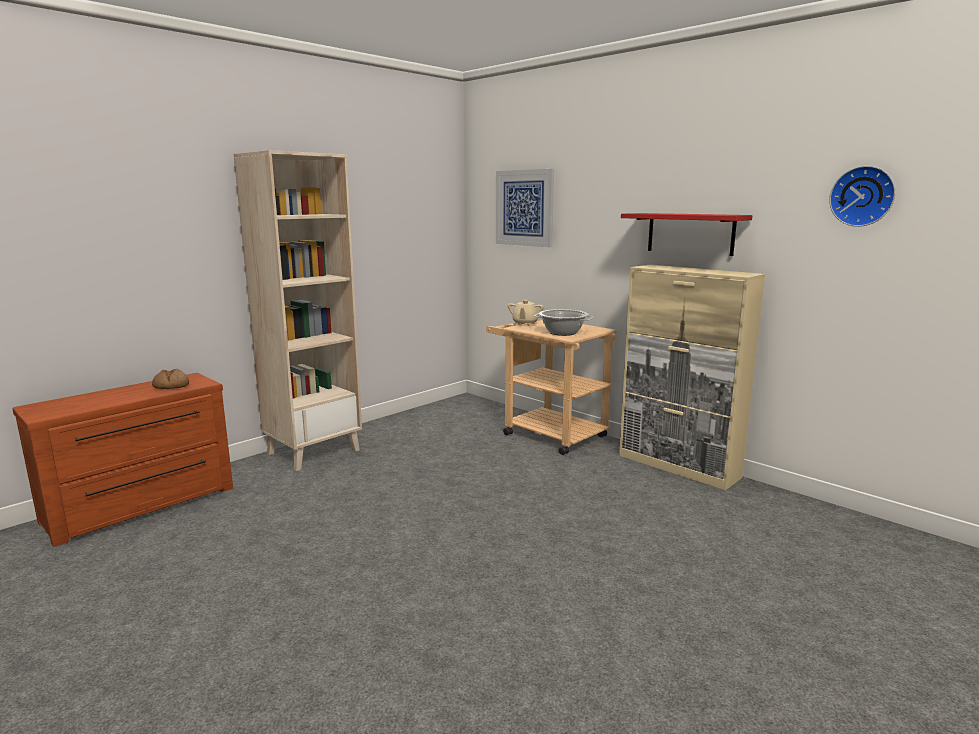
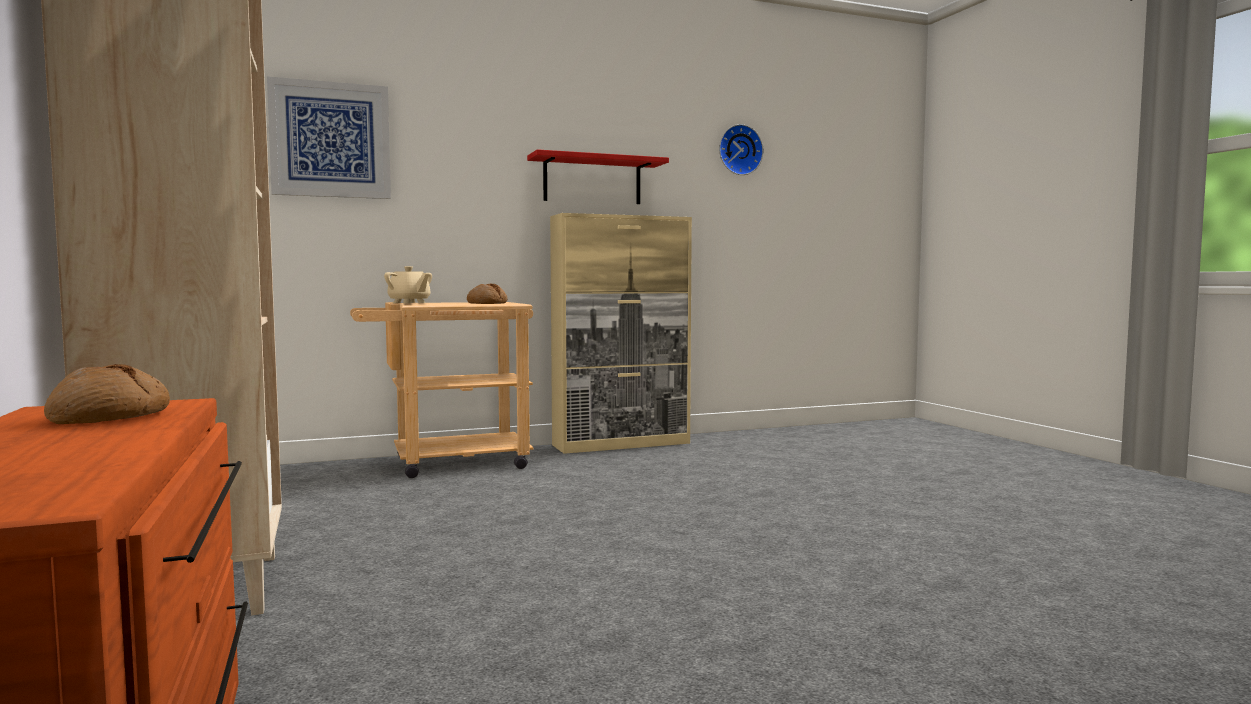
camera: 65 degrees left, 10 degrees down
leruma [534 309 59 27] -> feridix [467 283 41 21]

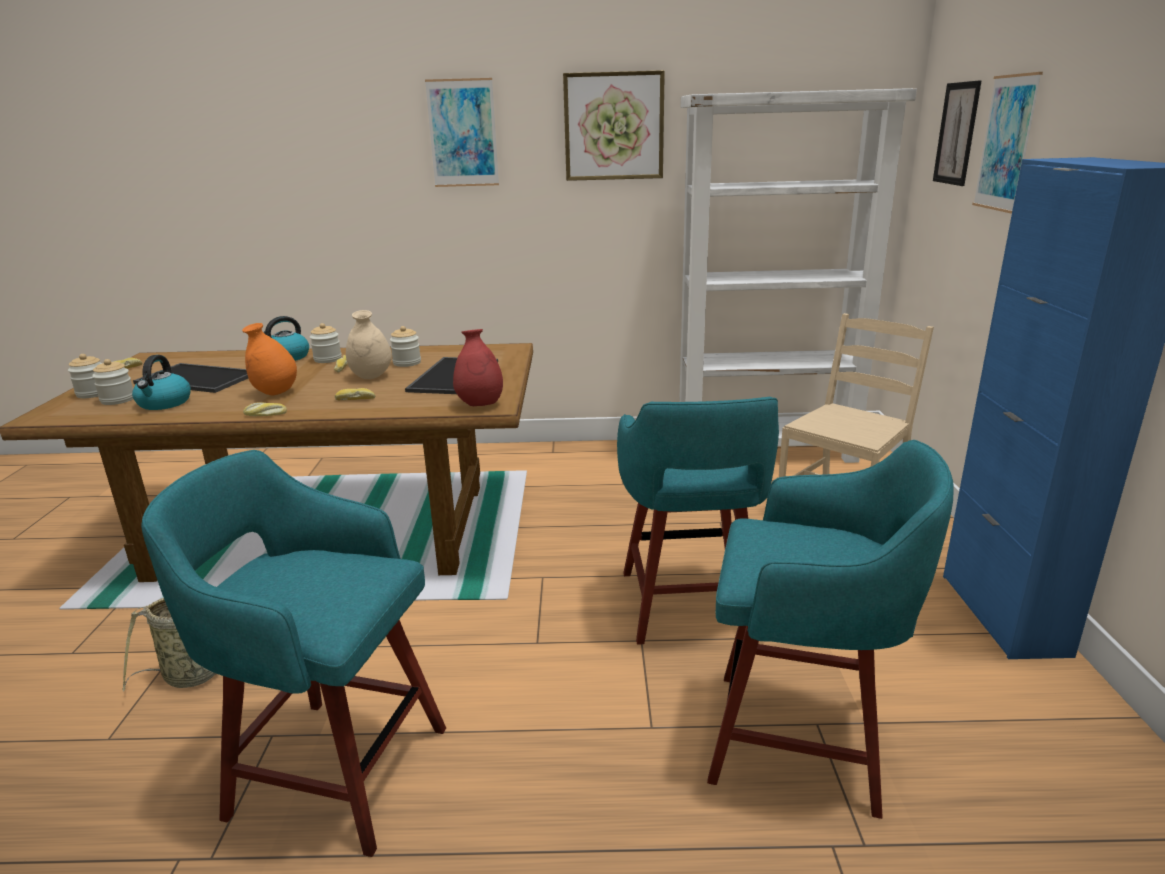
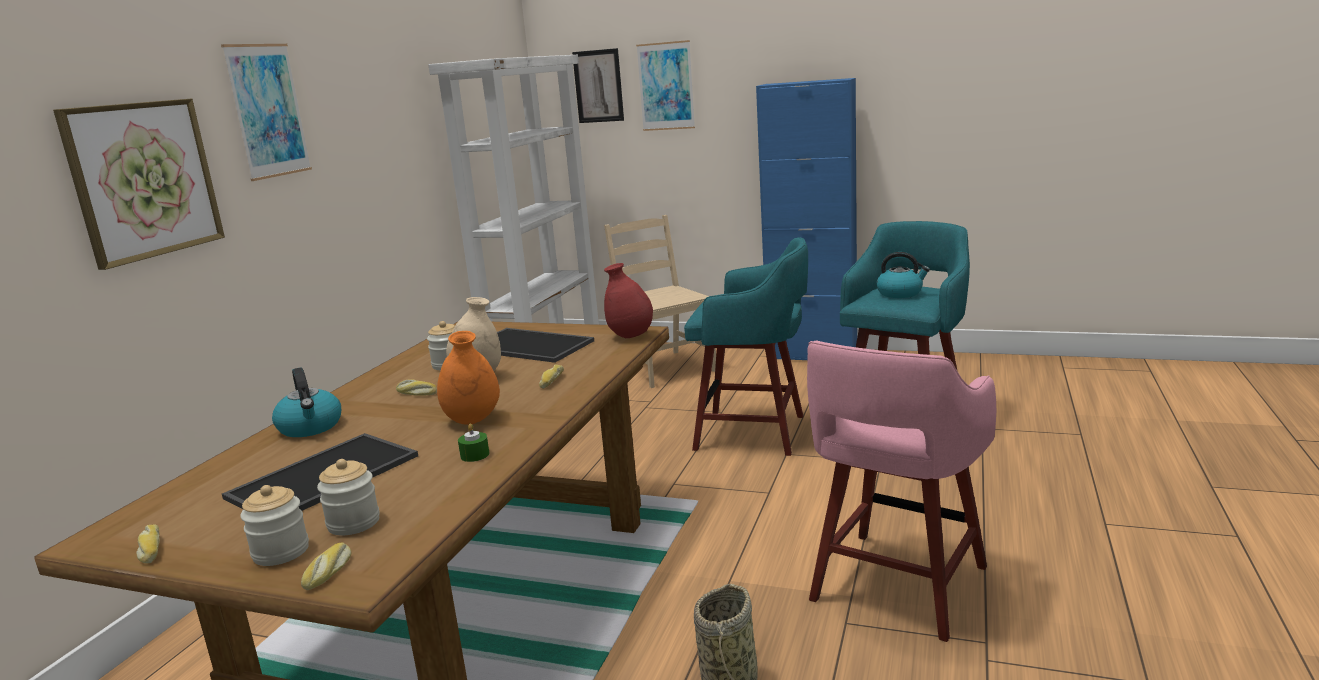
camera: 70 degrees left, 5 degrees down
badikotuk [563 70 102 111] -> badikotuk [53 98 172 172], move
feridix [243 402 44 14] -> feridix [301 543 51 47], move
none -> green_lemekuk [458 424 32 38]
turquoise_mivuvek [141 450 305 407] -> pink_mivuvek [807 340 189 302]
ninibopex [132 355 59 55] -> ninibopex [877 252 53 46], move
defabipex [310 323 32 40] -> none

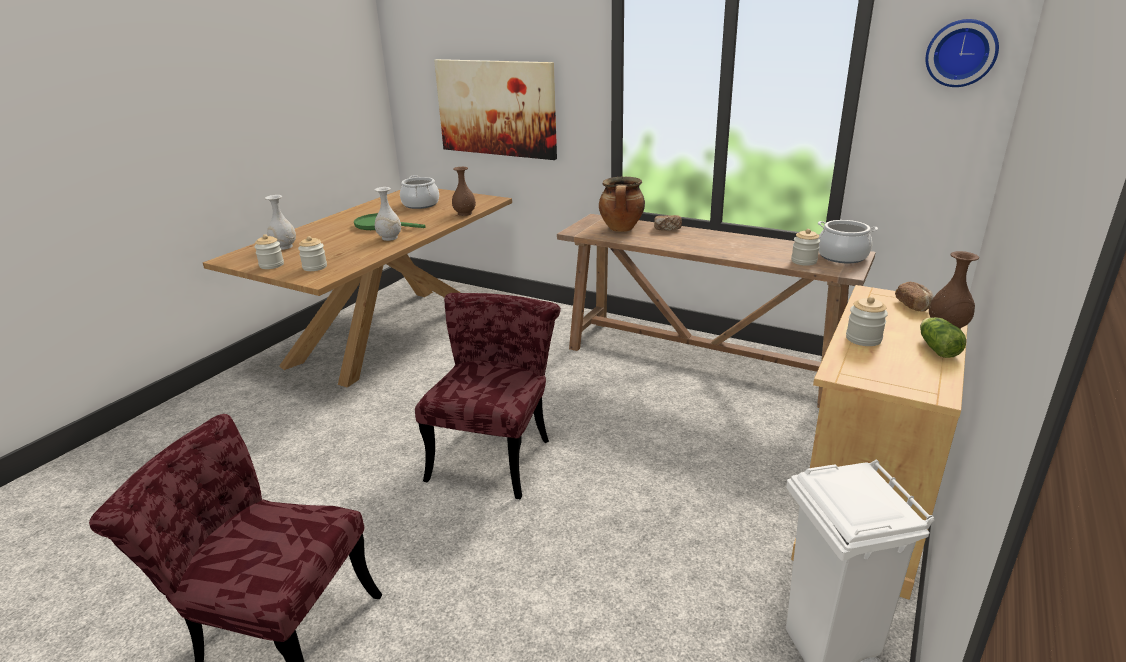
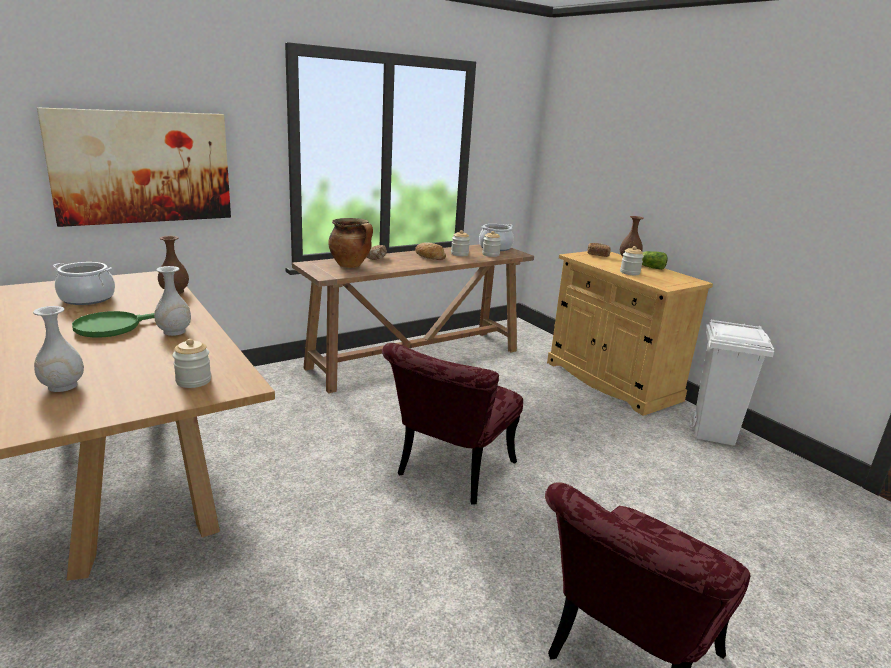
camera: 65 degrees left, 5 degrees down
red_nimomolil [415 293 146 206] -> red_nimomolil [382 343 141 162], 105 degrees counterclockwise
none -> feridix [415 242 31 18]
defabipex [254 234 30 35] -> defabipex [451 230 19 26], move
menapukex [926 19 73 68] -> none

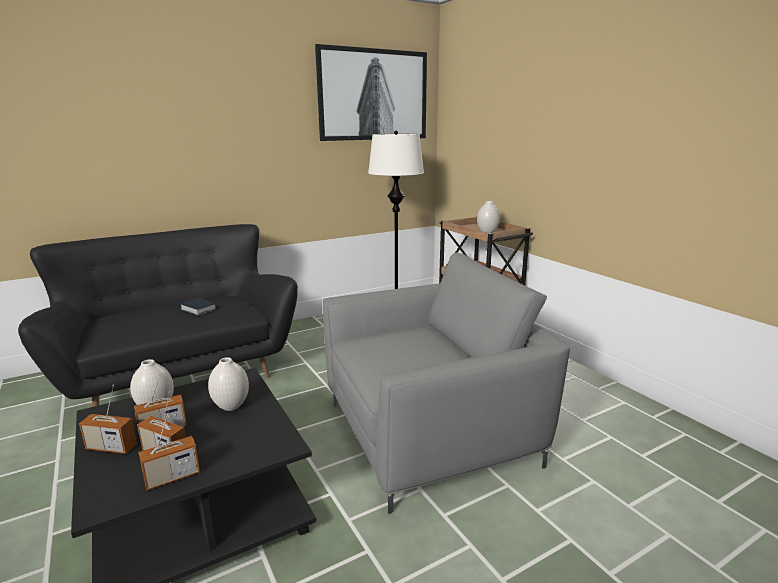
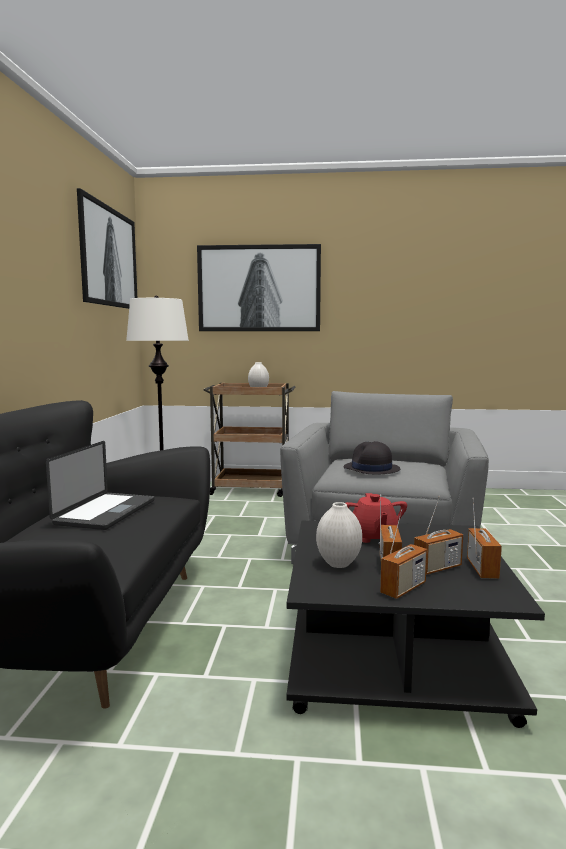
camera: 55 degrees left, 10 degrees down
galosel [180 298 37 18] -> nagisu [46 441 109 89]
none -> badikotuk [197 244 124 87]
none -> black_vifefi [343 441 57 33]
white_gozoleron [208 357 41 54] -> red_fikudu [346 493 61 50]

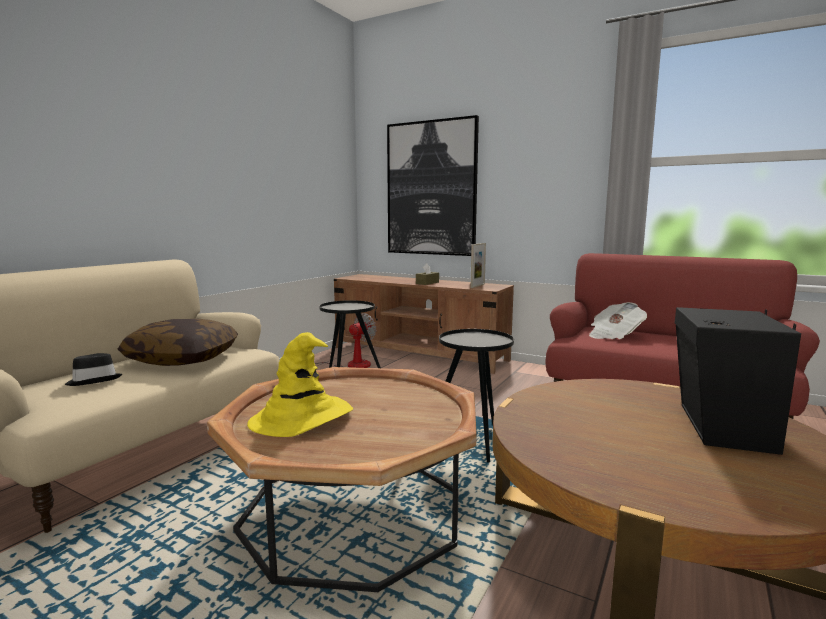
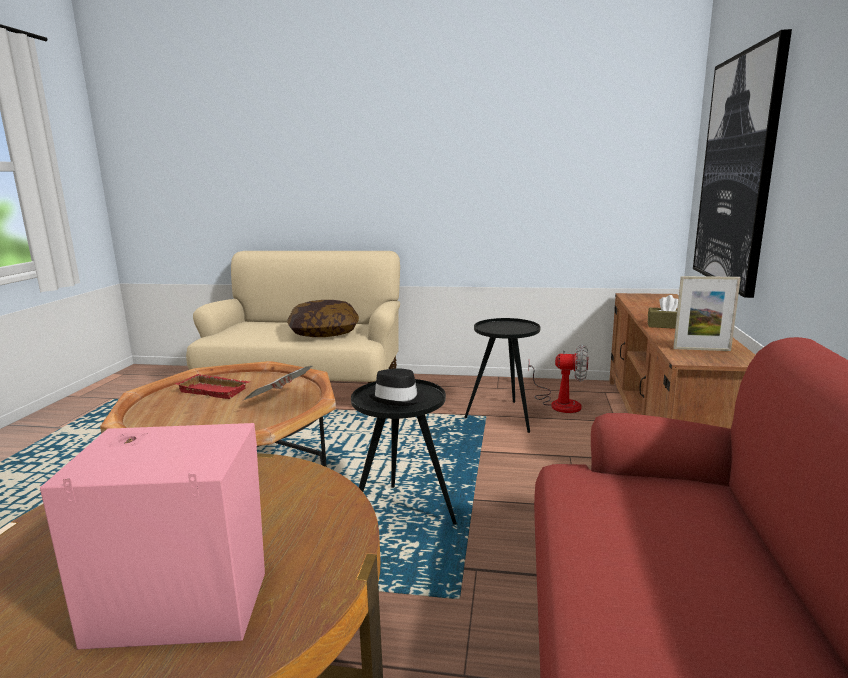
camera: 70 degrees right, 5 degrees up
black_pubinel [675 307 126 148] -> pink_pubinel [40 423 225 226]
yellow_vifefi [247 332 106 105] -> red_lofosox [175 374 74 25]
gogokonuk [589 302 58 37] -> gogokonuk [244 366 69 34], move
black_vifefi [65 353 57 33] -> black_vifefi [368 368 57 38], move

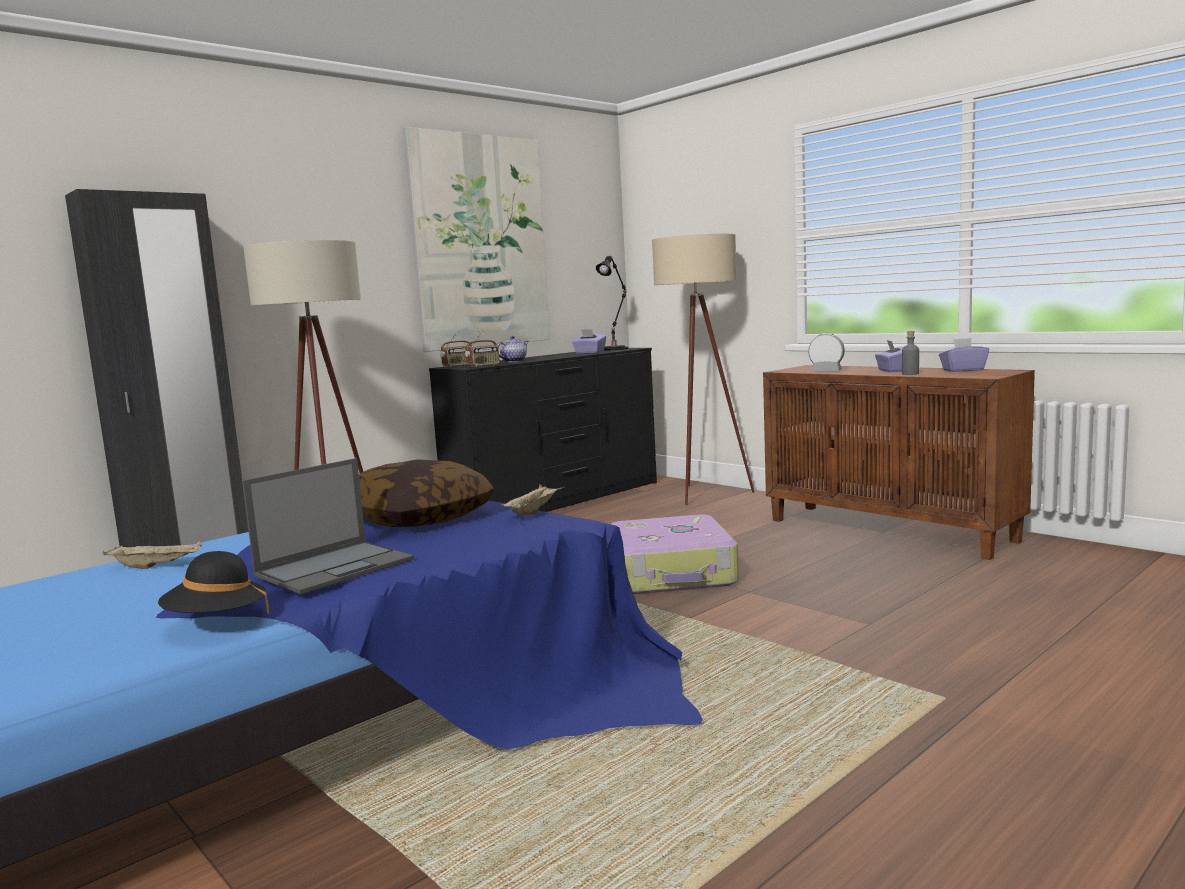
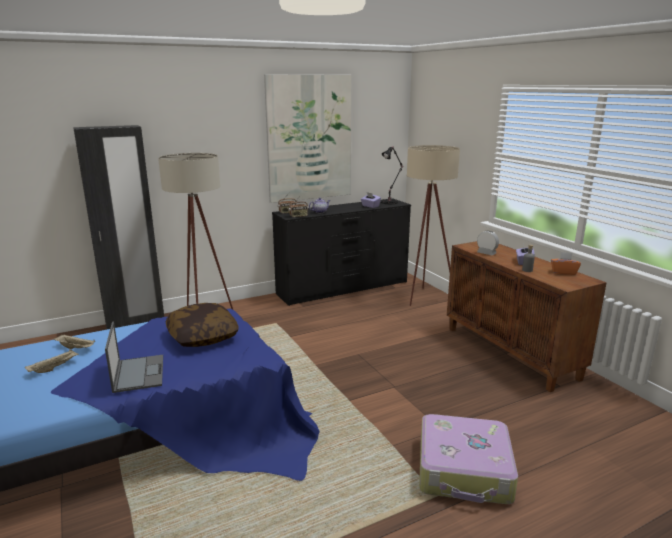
camera: 15 degrees right, 10 degrees up
beige_lofosox [501 484 64 31] -> beige_lofosox [25 349 54 24], move
nagisu [242 458 172 136] -> nagisu [105 321 58 72], 75 degrees counterclockwise
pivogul [611 514 128 80] -> pivogul [419 414 99 90], move
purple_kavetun [939 338 50 34] -> orange_kavetun [551 252 30 23]
black_vifefi [158 551 111 63] -> none

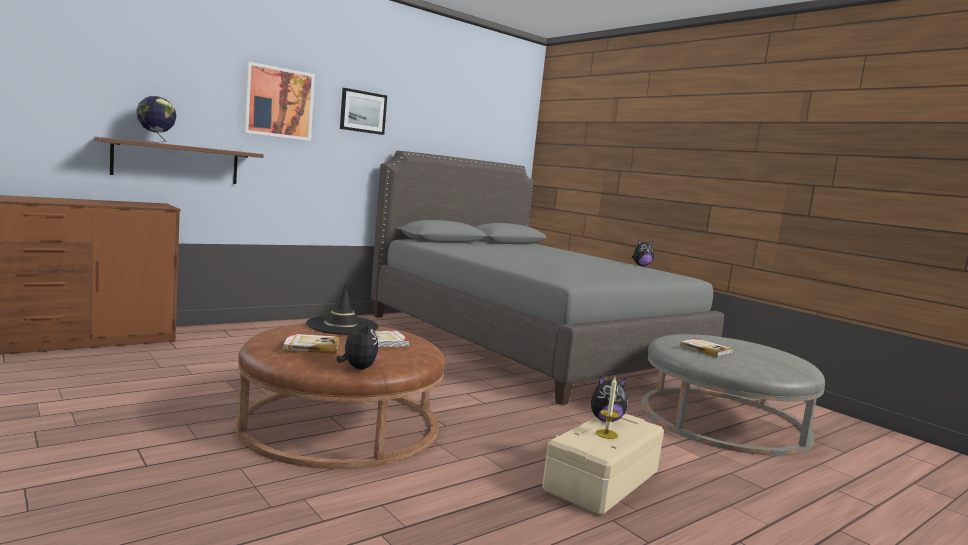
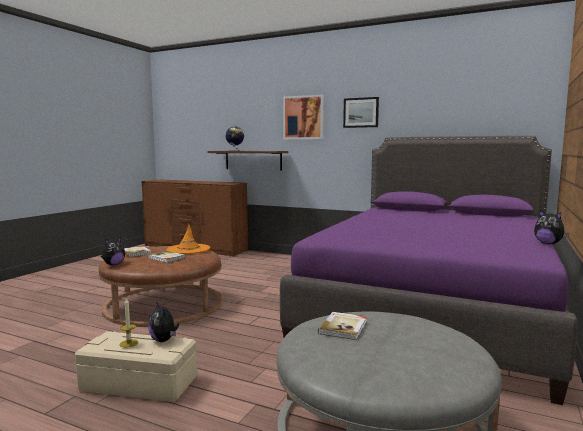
camera: 65 degrees right, 0 degrees up
black_vifefi [306 283 72 52] -> orange_vifefi [166 224 44 30]
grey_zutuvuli [371 151 353 254] -> purple_zutuvuli [280 136 298 269]

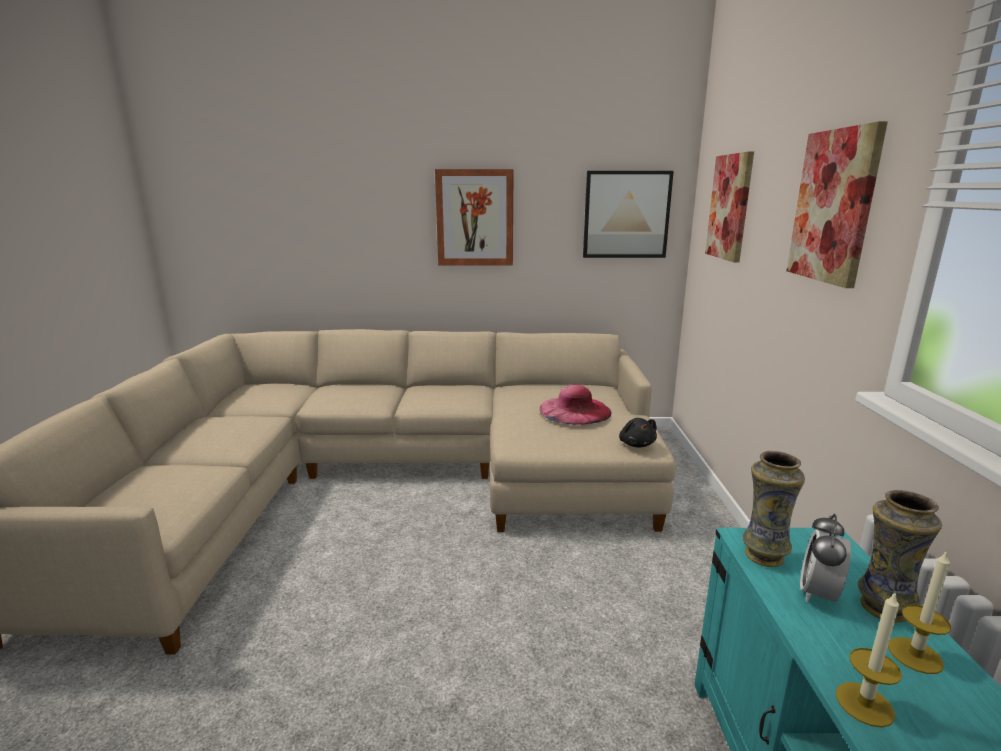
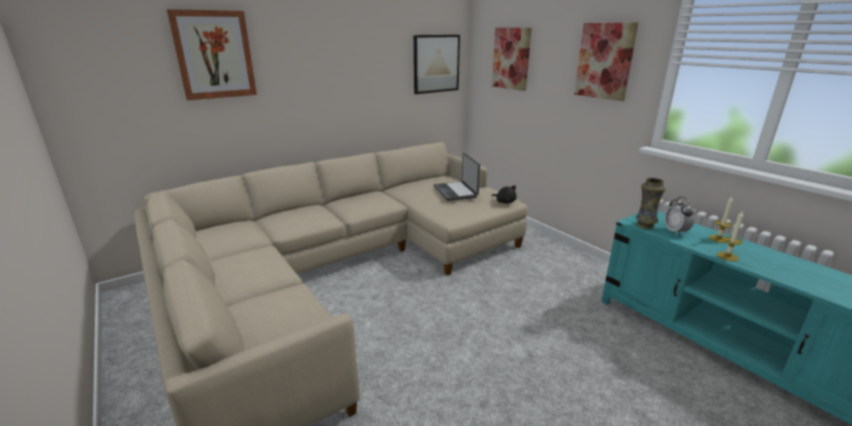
camera: 35 degrees left, 5 degrees up
badikotuk [435 169 79 97] -> badikotuk [167 9 90 91], move
pink_vifefi [540 385 71 40] -> nagisu [434 153 46 48]
gozoleron [858 490 84 133] -> none

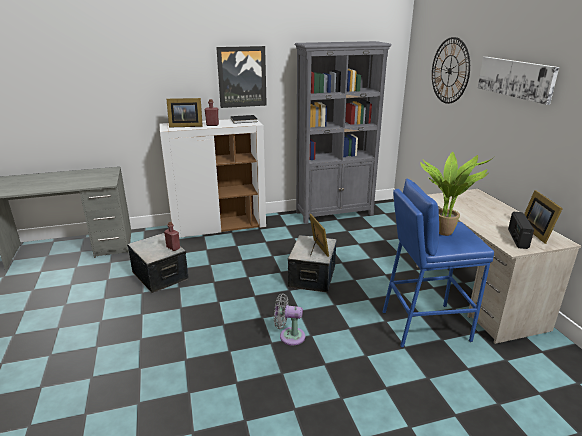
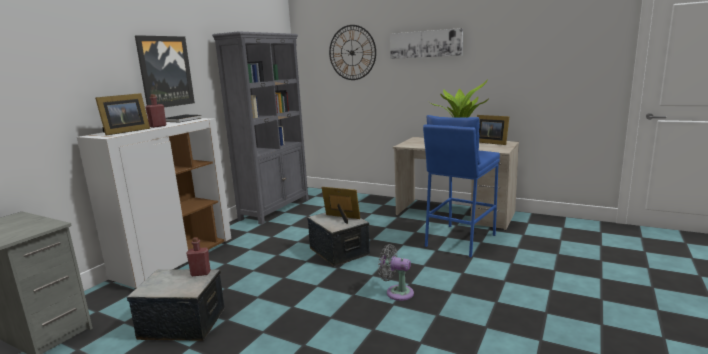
camera: 45 degrees left, 10 degrees down
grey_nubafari [274 293 31 52] -> grey_nubafari [378 244 36 57], 60 degrees clockwise
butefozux [508 212 26 37] -> none

